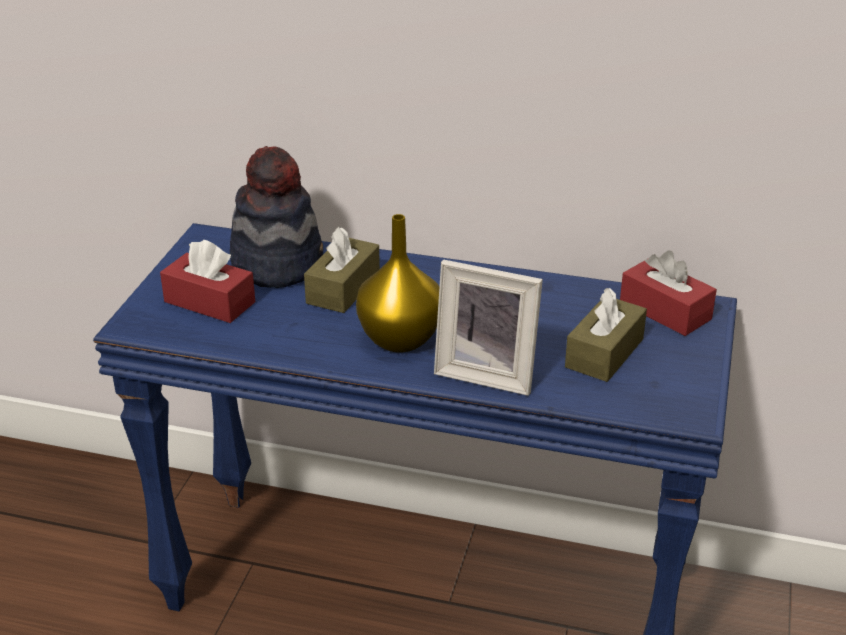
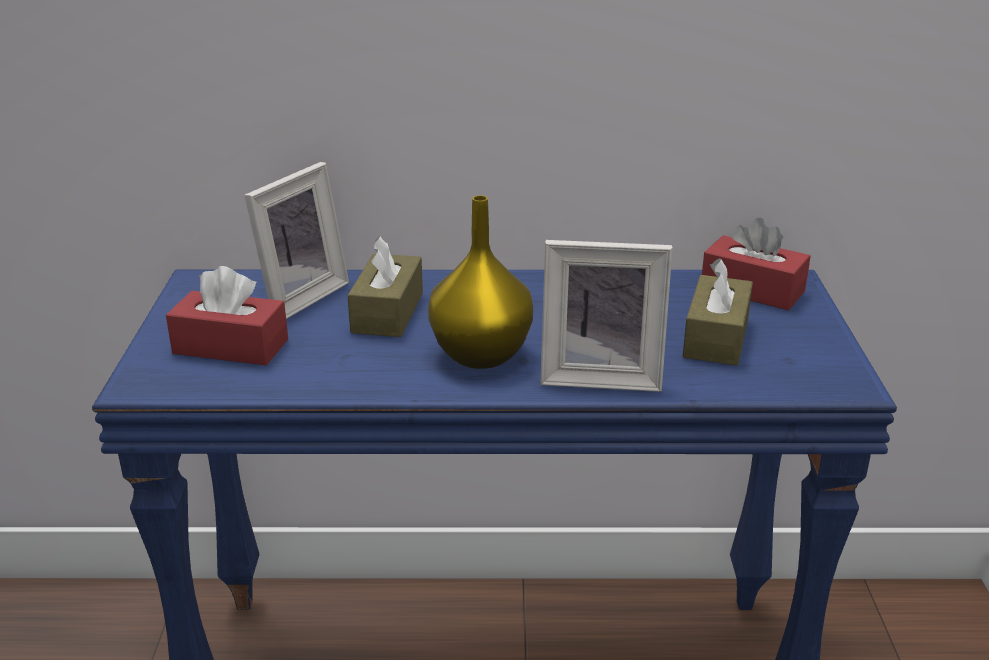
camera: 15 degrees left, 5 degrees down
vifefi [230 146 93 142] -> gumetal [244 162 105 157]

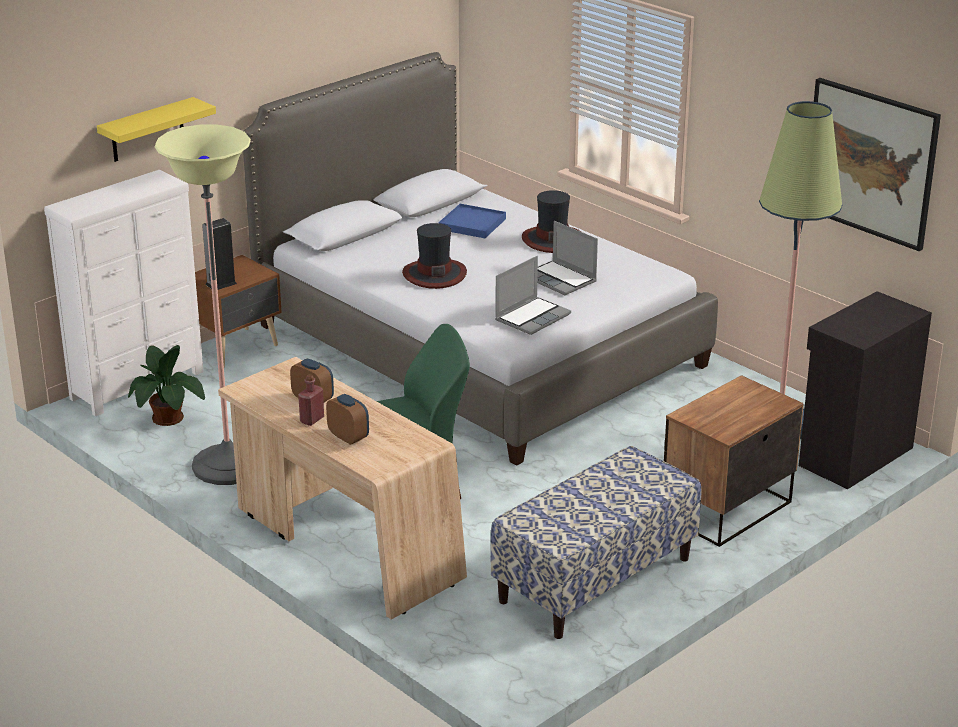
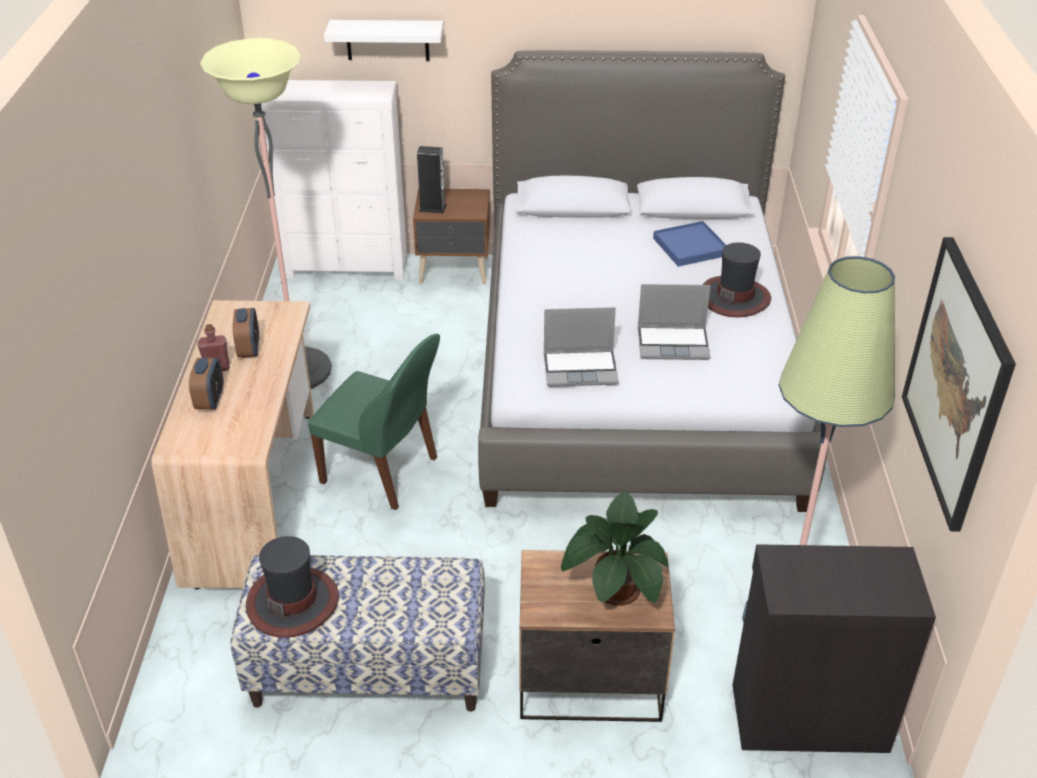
camera: 45 degrees right, 10 degrees up
vifefi [402 223 65 66] -> vifefi [246 536 93 102], move
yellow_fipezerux [97 97 119 65] -> white_fipezerux [324 20 119 41]
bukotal [128 345 77 81] -> bukotal [561 492 107 114], move
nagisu [537 221 61 74] -> nagisu [638 284 73 76], 90 degrees counterclockwise

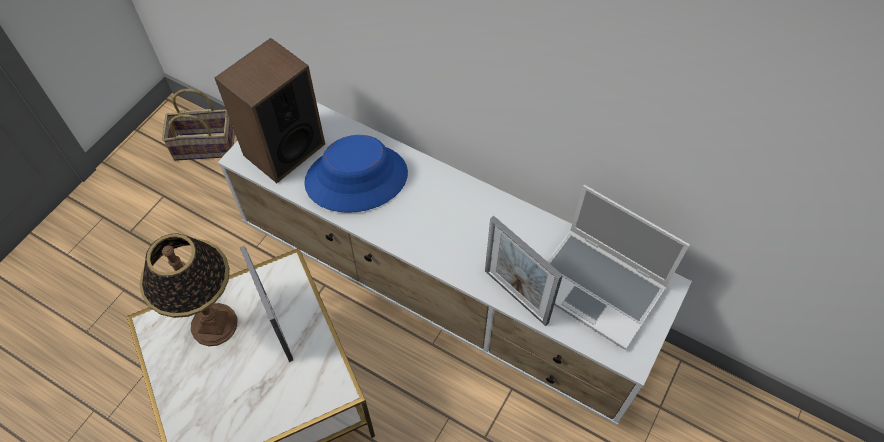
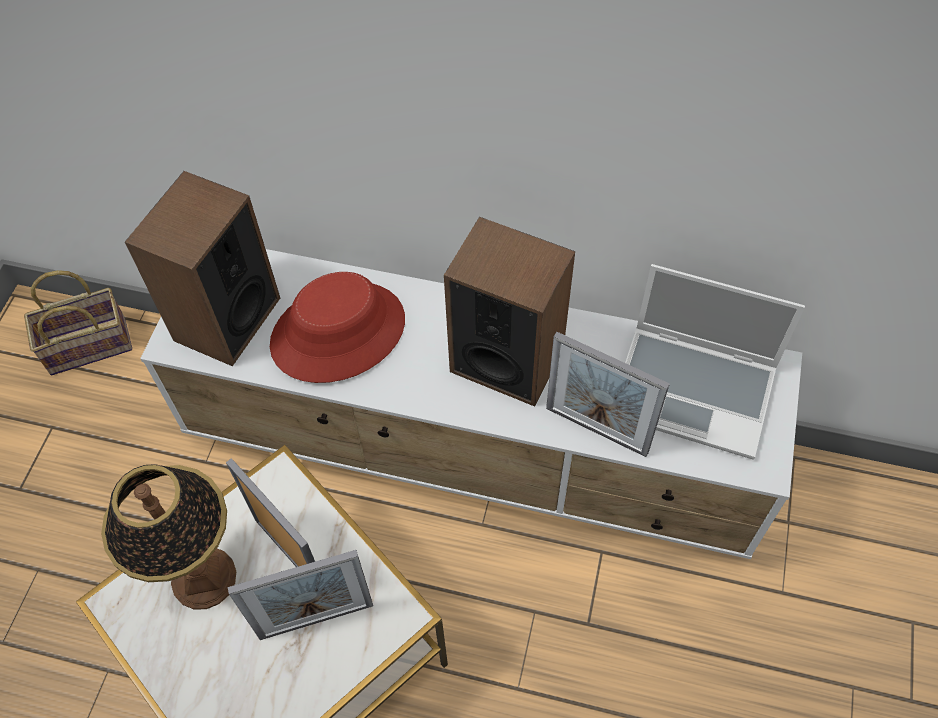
camera: 15 degrees left, 0 degrees up
none -> gumetal [228 550 145 90]
blue_vifefi [304 135 104 78] -> red_vifefi [270 272 135 111]
none -> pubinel [444 217 131 189]

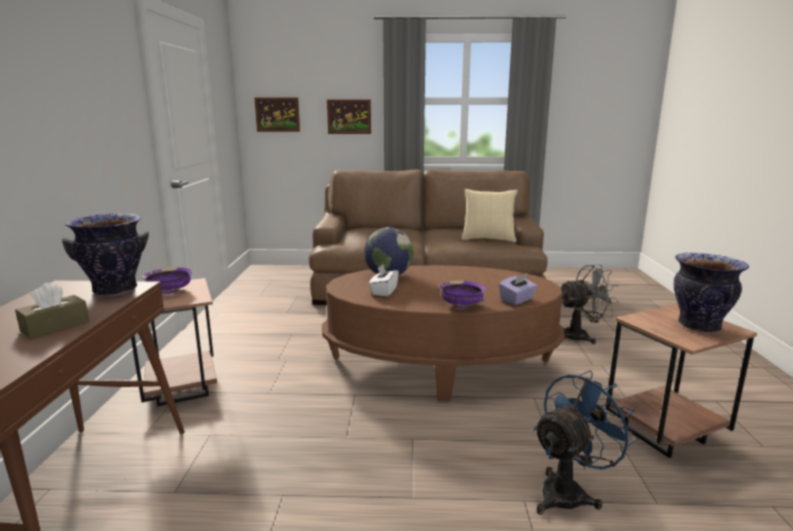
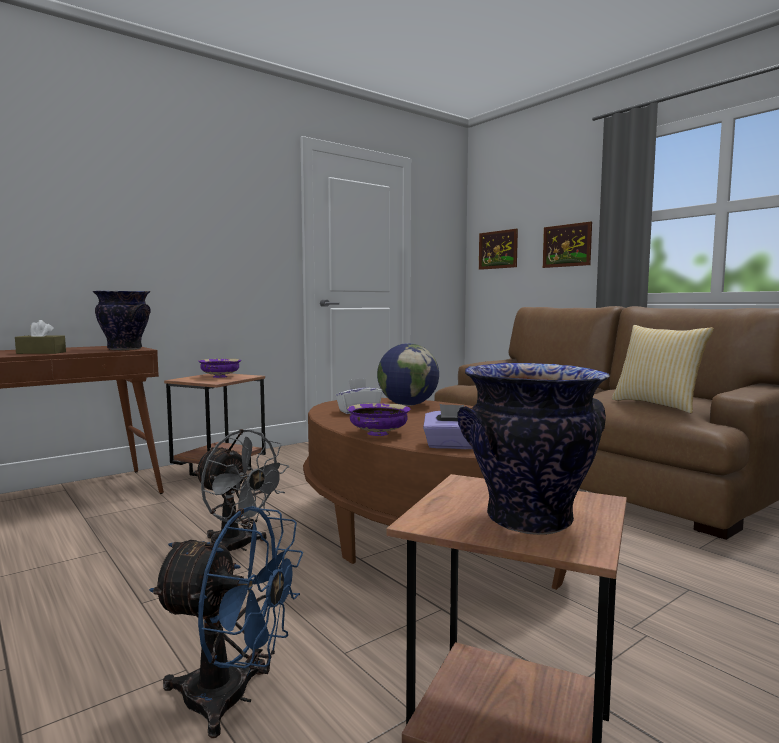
camera: 50 degrees right, 10 degrees down
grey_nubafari [561 264 58 80] -> grey_nubafari [194 429 95 122], move

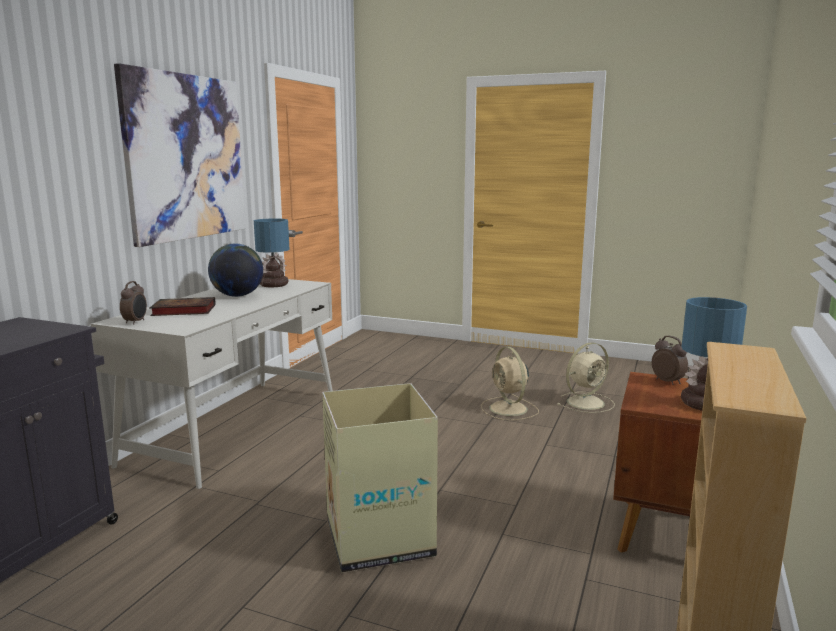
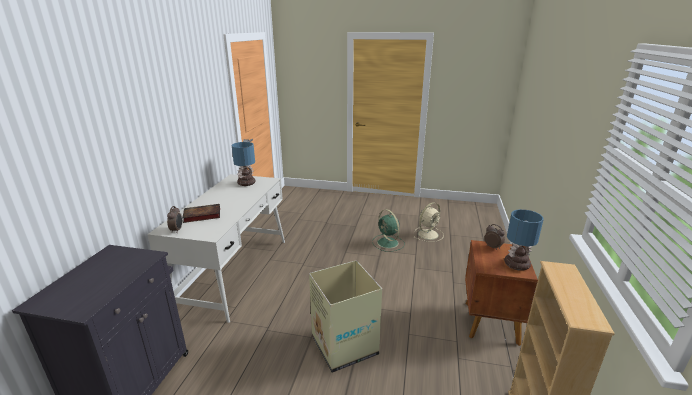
camera: 10 degrees left, 10 degrees up
beige_nubafari [481 347 58 73] -> green_nubafari [372 209 33 43]
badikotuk [114 63 132 184] -> none
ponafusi [208 244 55 53] -> none

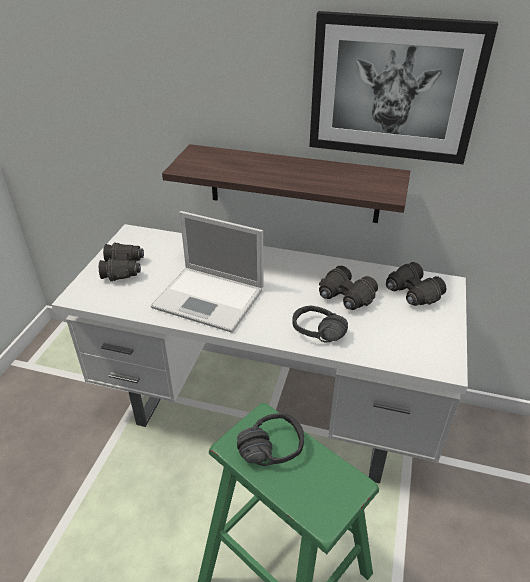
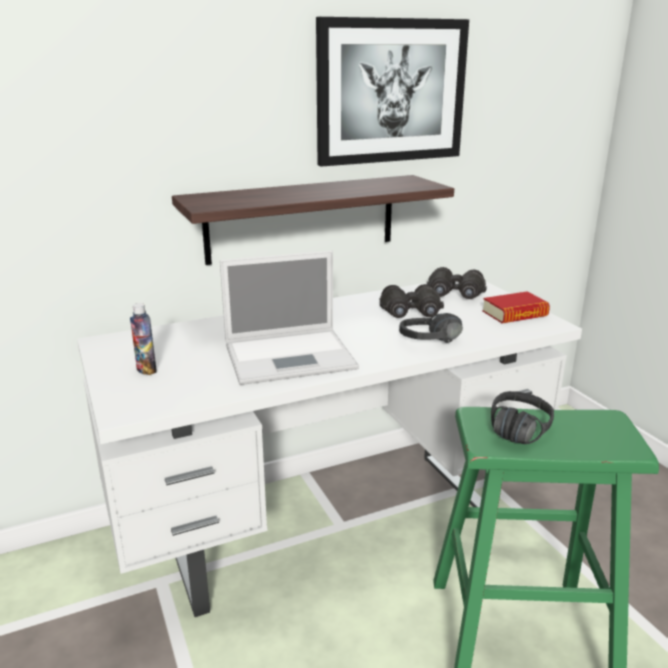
camera: 40 degrees left, 15 degrees down
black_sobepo [99 243 45 38] -> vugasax [130 303 27 72]
none -> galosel [482 292 68 31]

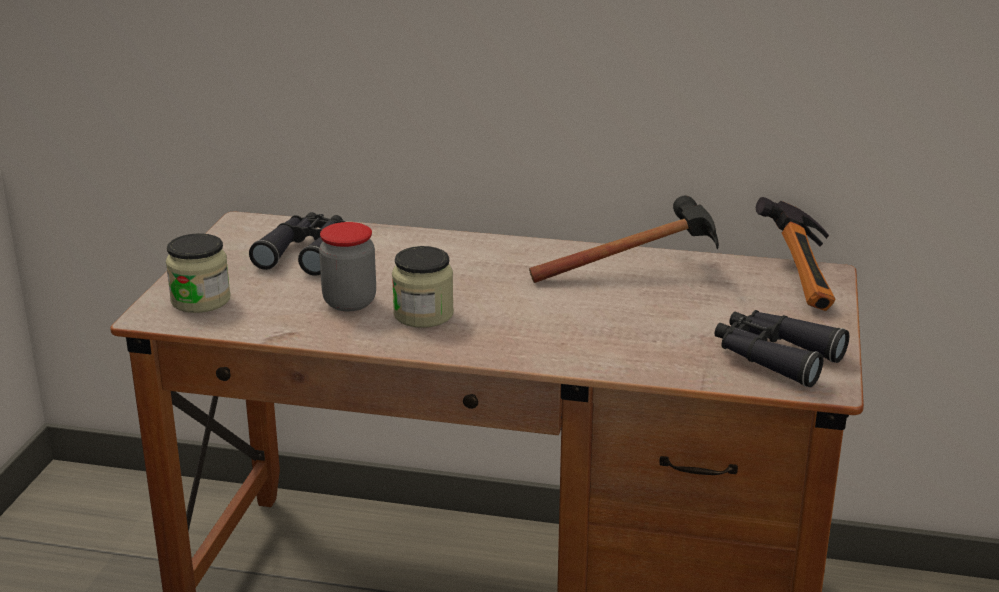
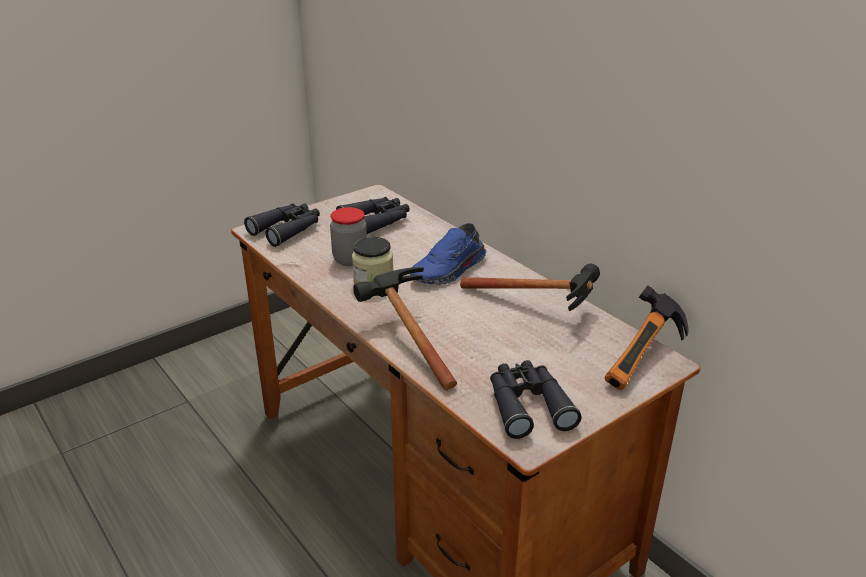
camera: 40 degrees right, 5 degrees up
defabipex [166 233 65 80] -> black_sobepo [244 203 76 44]
none -> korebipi [353 267 104 123]
none -> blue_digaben [410 223 76 62]

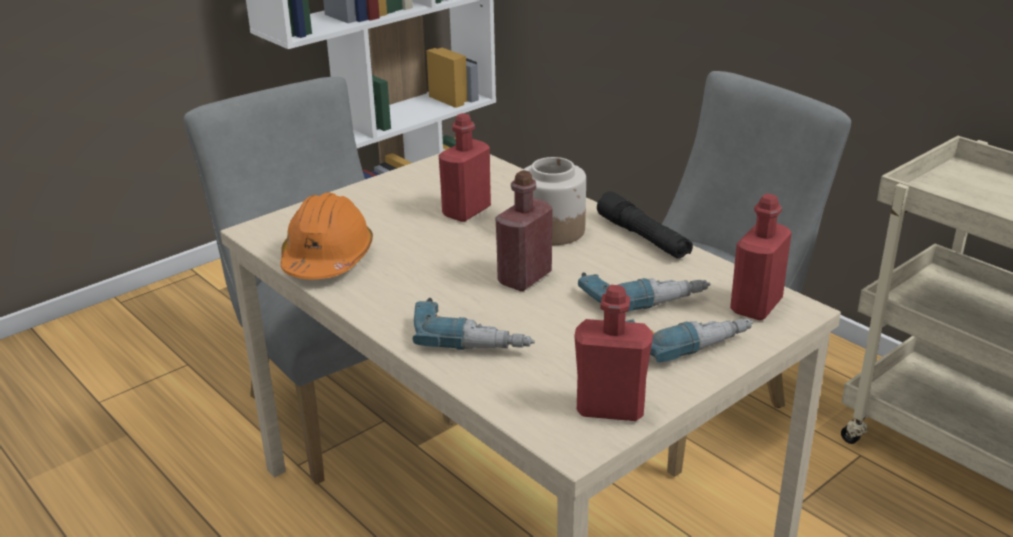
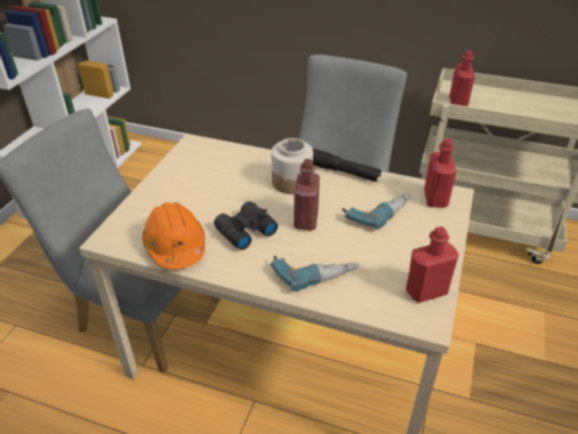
camera: 30 degrees left, 10 degrees up
none -> black_sobepo [214 201 64 49]
red_vugasax [439 113 52 109] -> red_vugasax [449 50 26 56], move
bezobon [625 319 128 43] -> none

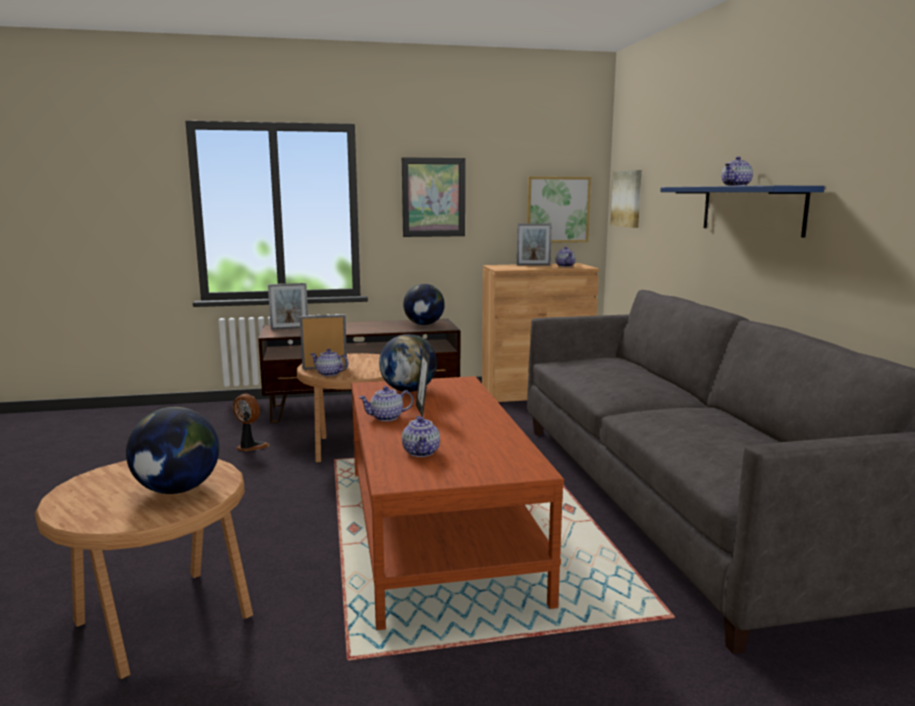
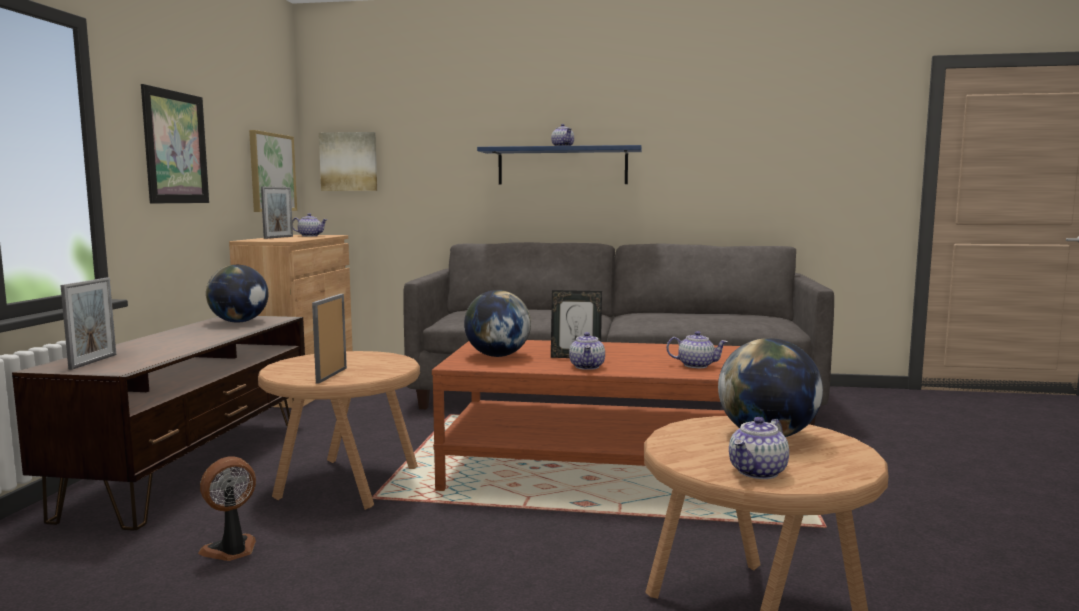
camera: 70 degrees left, 5 degrees down
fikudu [311 349 38 27] -> fikudu [729 417 60 62], move

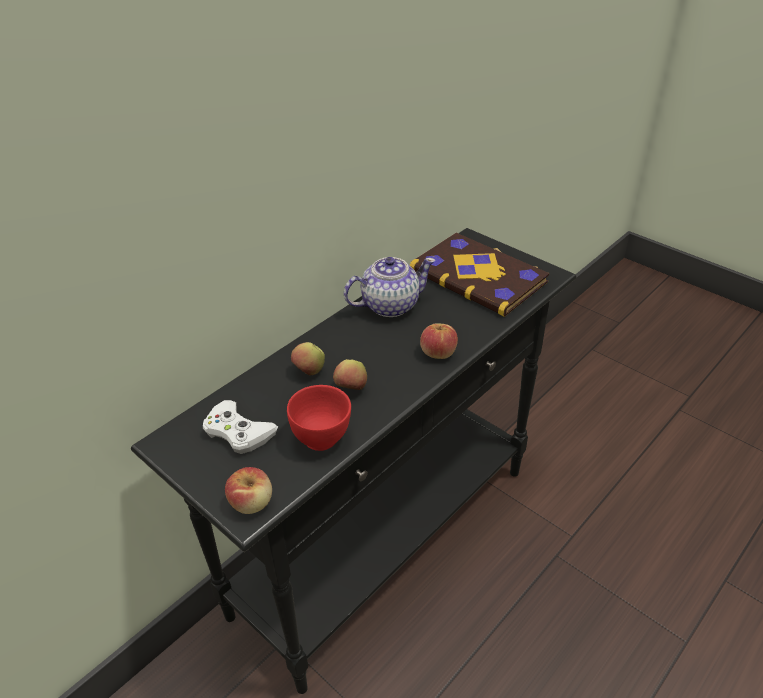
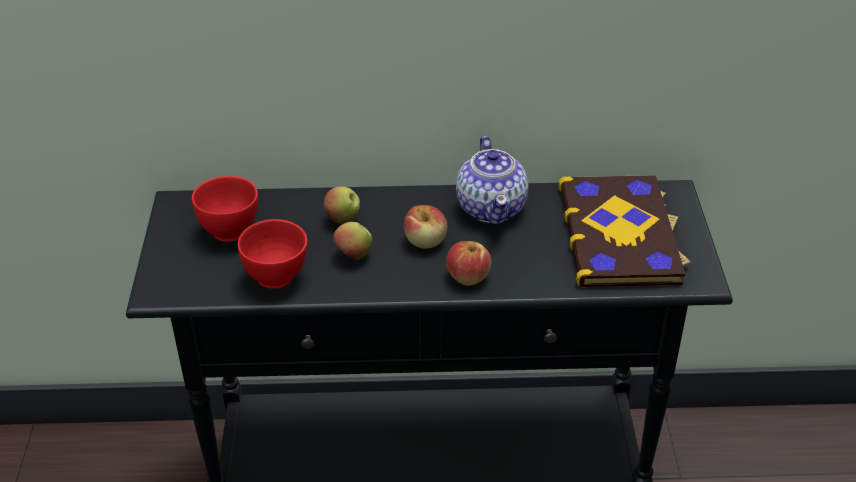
camera: 45 degrees right, 0 degrees up
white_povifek [203 400 75 54] -> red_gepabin [192 176 66 66]
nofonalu [225 467 47 47] -> nofonalu [404 205 43 44], move
fikudu [344 257 92 60] -> fikudu [456 136 72 89], 60 degrees clockwise

